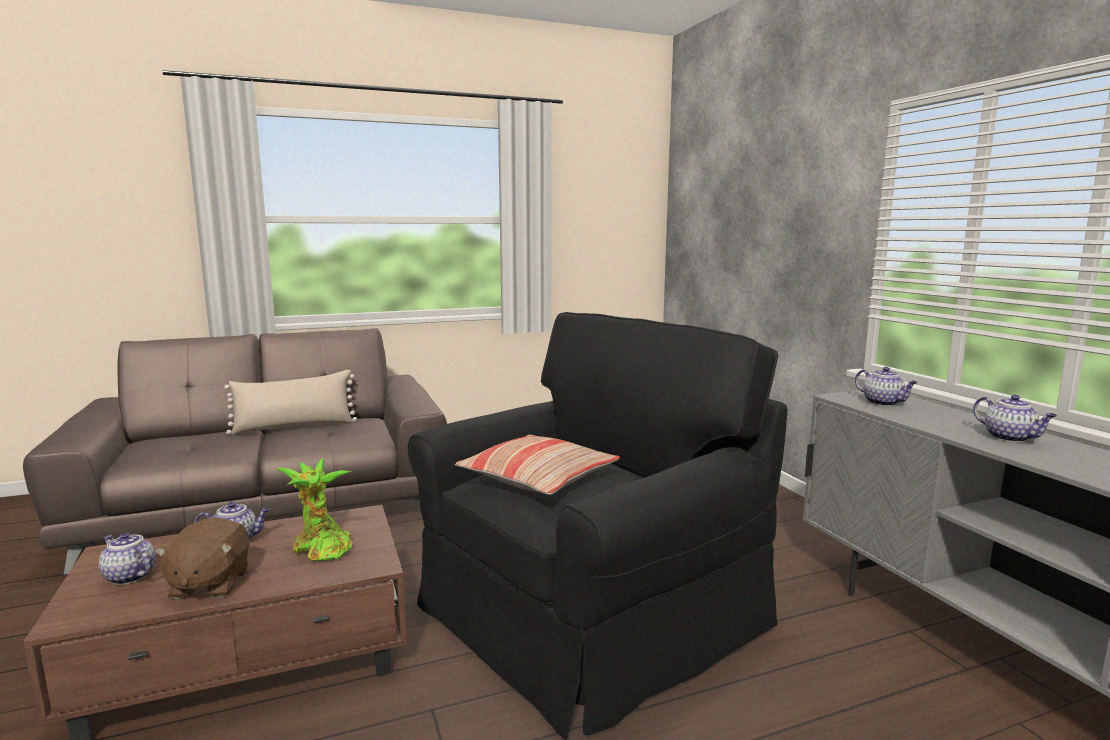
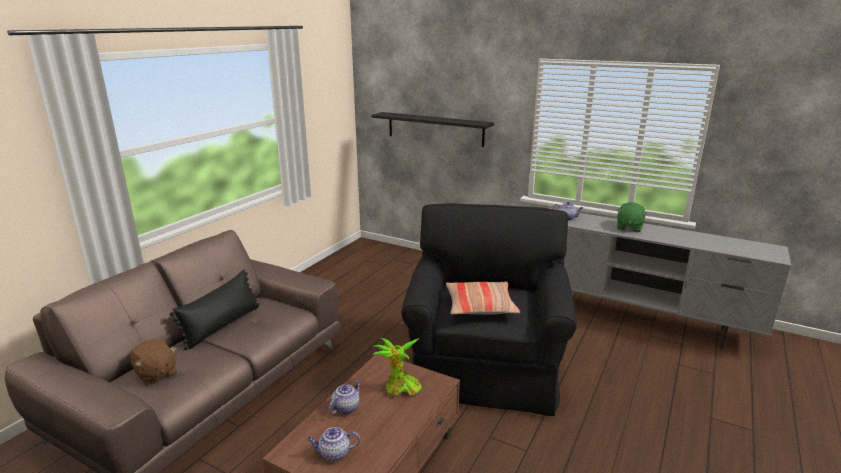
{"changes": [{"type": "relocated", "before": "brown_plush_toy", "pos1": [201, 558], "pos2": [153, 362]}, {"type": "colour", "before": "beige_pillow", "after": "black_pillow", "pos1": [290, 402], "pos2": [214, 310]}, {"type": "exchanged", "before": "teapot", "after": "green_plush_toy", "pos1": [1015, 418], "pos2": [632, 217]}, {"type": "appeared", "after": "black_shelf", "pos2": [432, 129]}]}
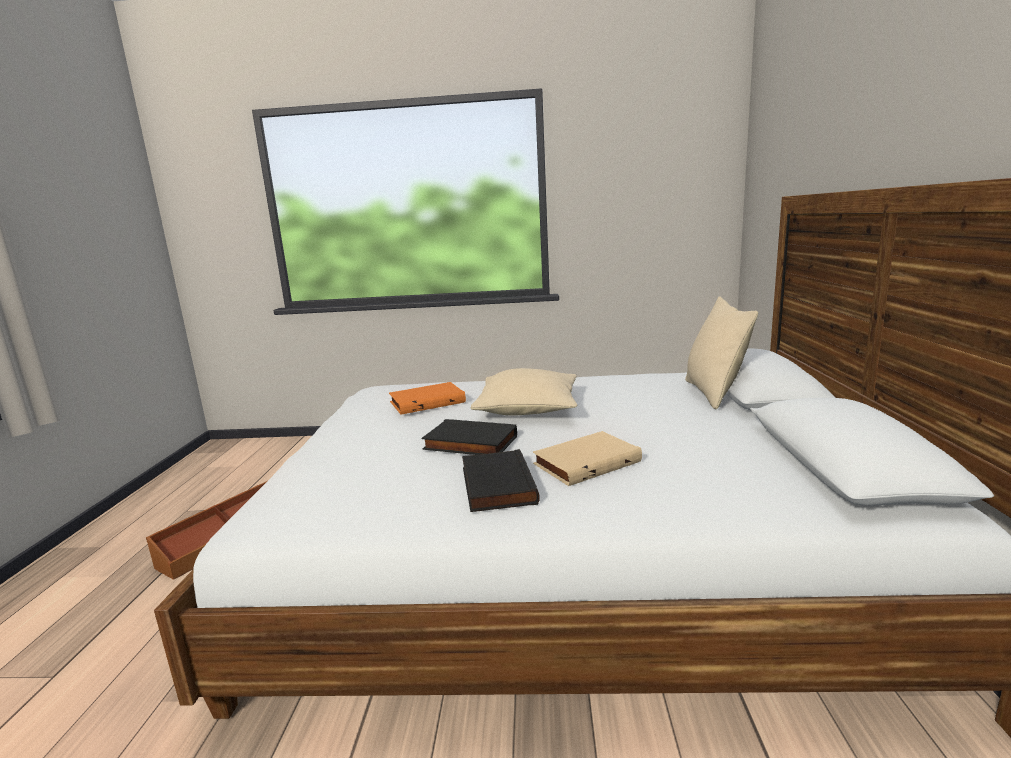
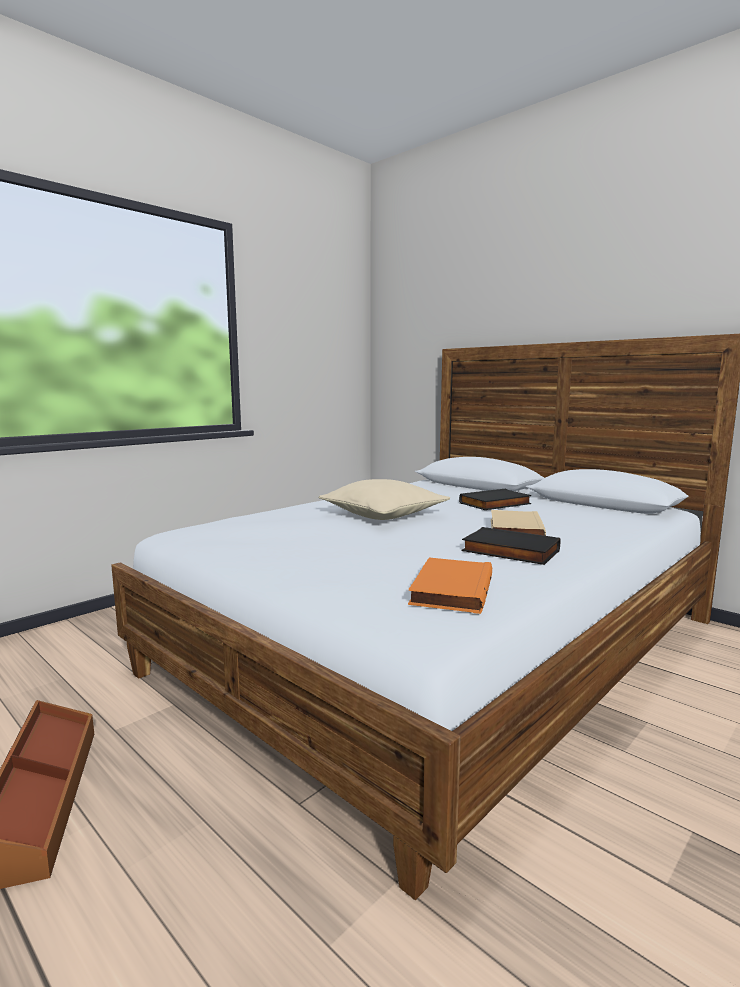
{"changes": [{"type": "relocated", "before": "orange_book", "pos1": [427, 398], "pos2": [450, 586]}, {"type": "relocated", "before": "black_book", "pos1": [469, 437], "pos2": [495, 499]}, {"type": "missing", "before": "beige_pillow", "pos1": [721, 353]}]}
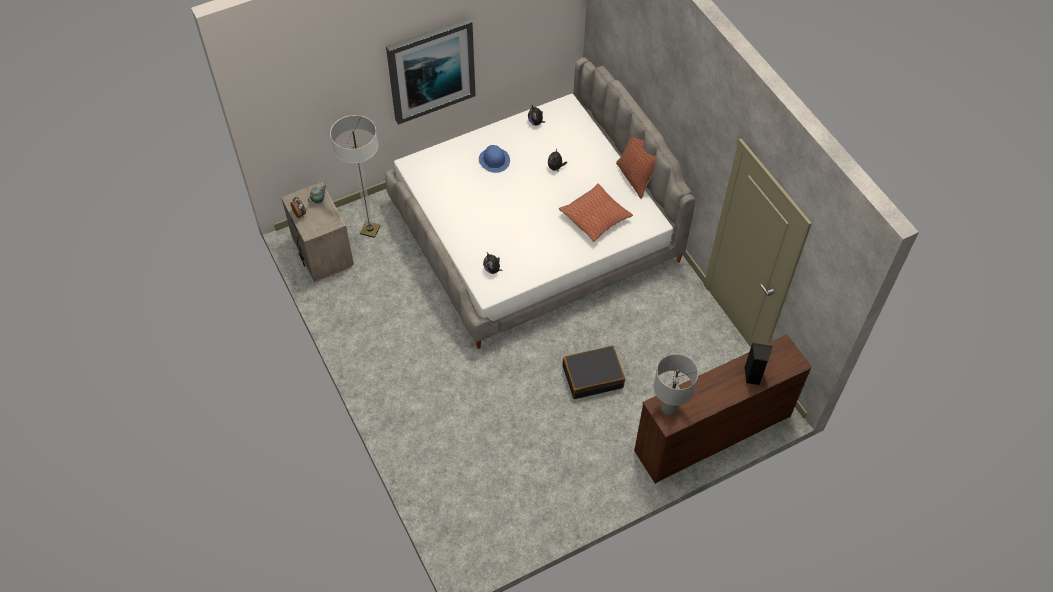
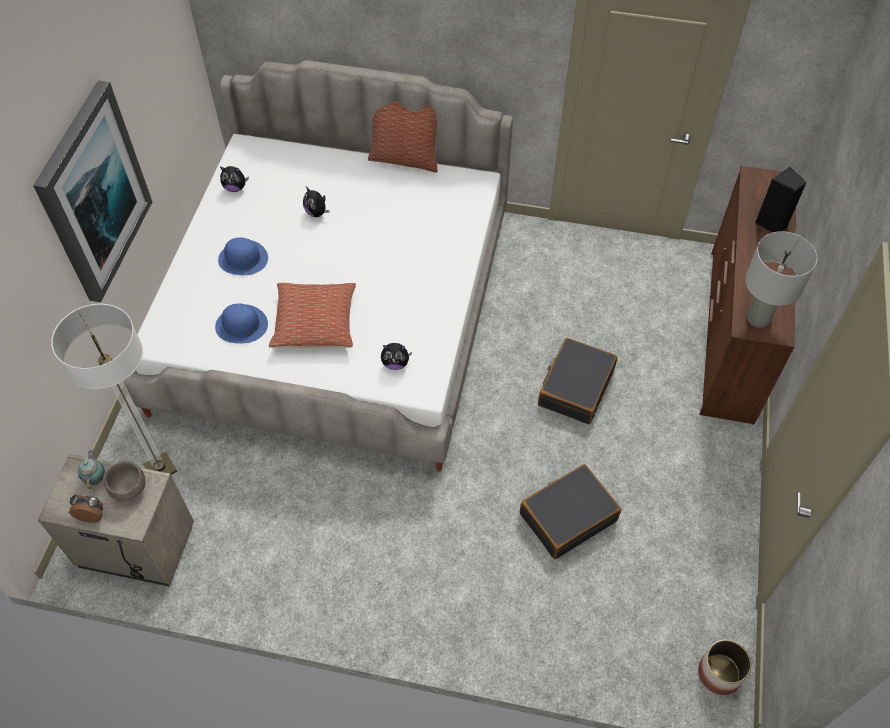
{"changes": [{"type": "relocated", "before": "pillow", "pos1": [596, 213], "pos2": [312, 315]}, {"type": "appeared", "after": "brown_bowl", "pos2": [125, 481]}, {"type": "appeared", "after": "blue_hat", "pos2": [241, 323]}, {"type": "appeared", "after": "black_suitcase", "pos2": [570, 511]}, {"type": "appeared", "after": "planter", "pos2": [725, 667]}]}
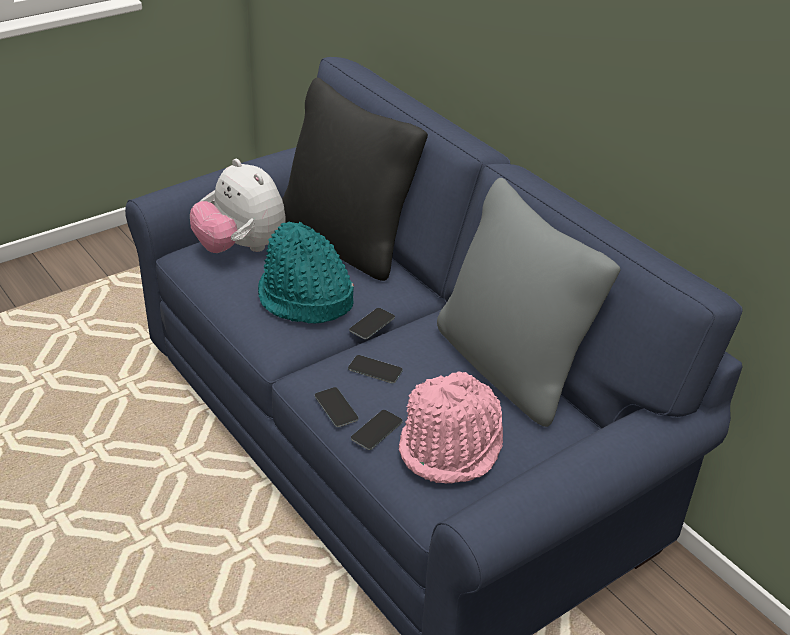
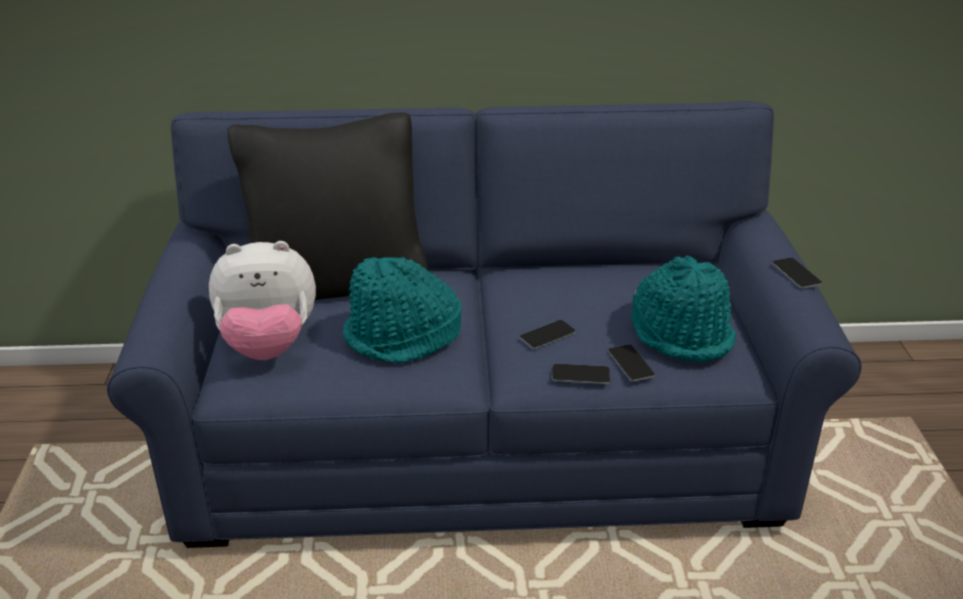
{"changes": [{"type": "relocated", "before": "phone", "pos1": [372, 323], "pos2": [797, 273]}, {"type": "colour", "before": "pink_hat", "after": "turquoise_hat", "pos1": [451, 427], "pos2": [683, 308]}, {"type": "missing", "before": "grey_pillow", "pos1": [529, 302]}]}
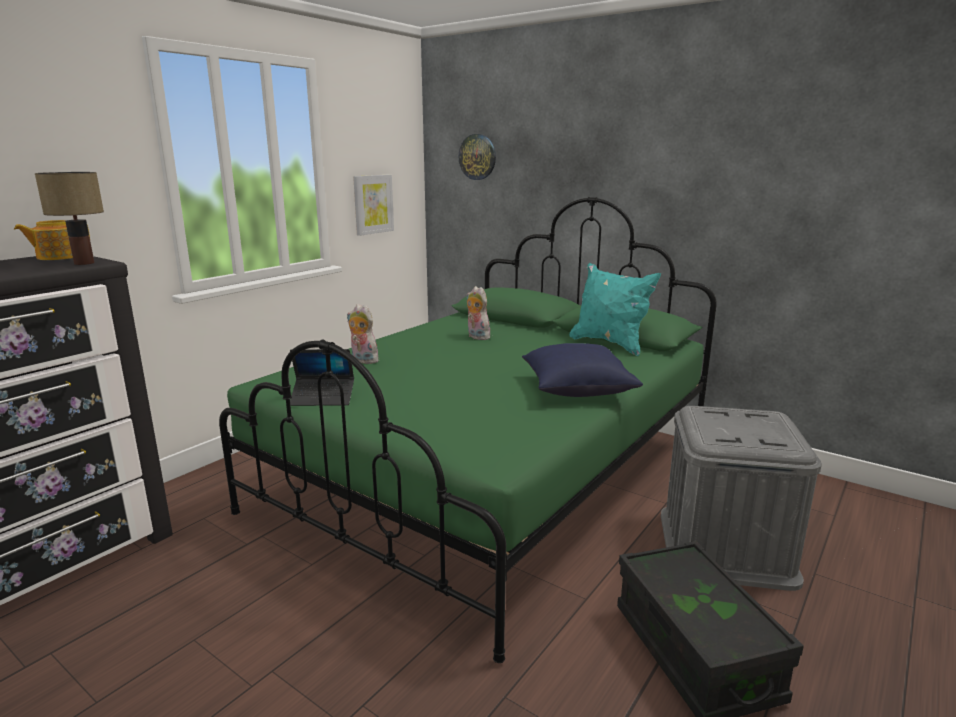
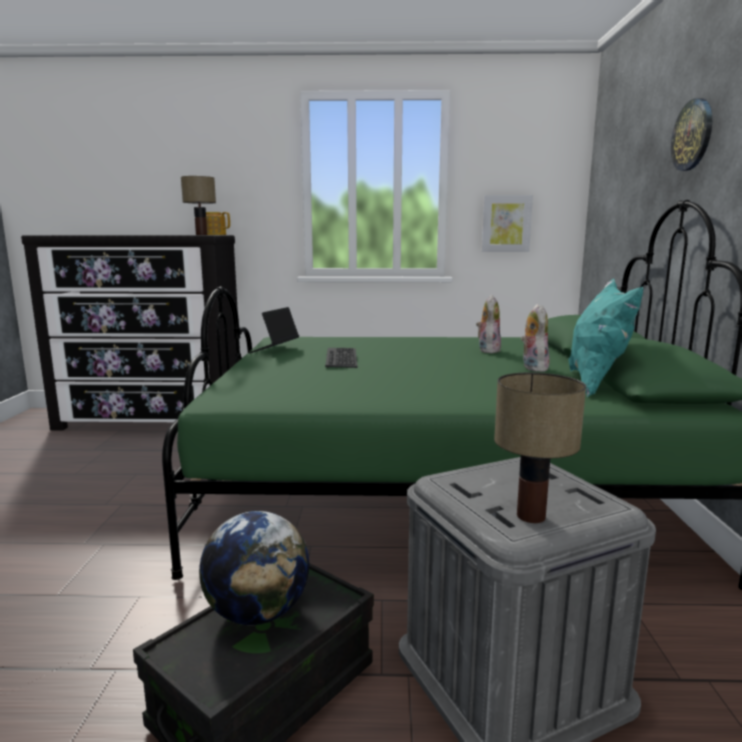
{"changes": [{"type": "spun", "before": "laptop", "pos1": [322, 377], "pos2": [273, 330], "turn": 60}, {"type": "relocated", "before": "plush_toy", "pos1": [363, 334], "pos2": [535, 338]}, {"type": "relocated", "before": "wall_clock", "pos1": [477, 157], "pos2": [691, 134]}, {"type": "missing", "before": "blue_pillow", "pos1": [582, 370]}, {"type": "appeared", "after": "globe", "pos2": [254, 568]}, {"type": "appeared", "after": "keyboard", "pos2": [341, 358]}, {"type": "appeared", "after": "table_lamp", "pos2": [540, 447]}]}
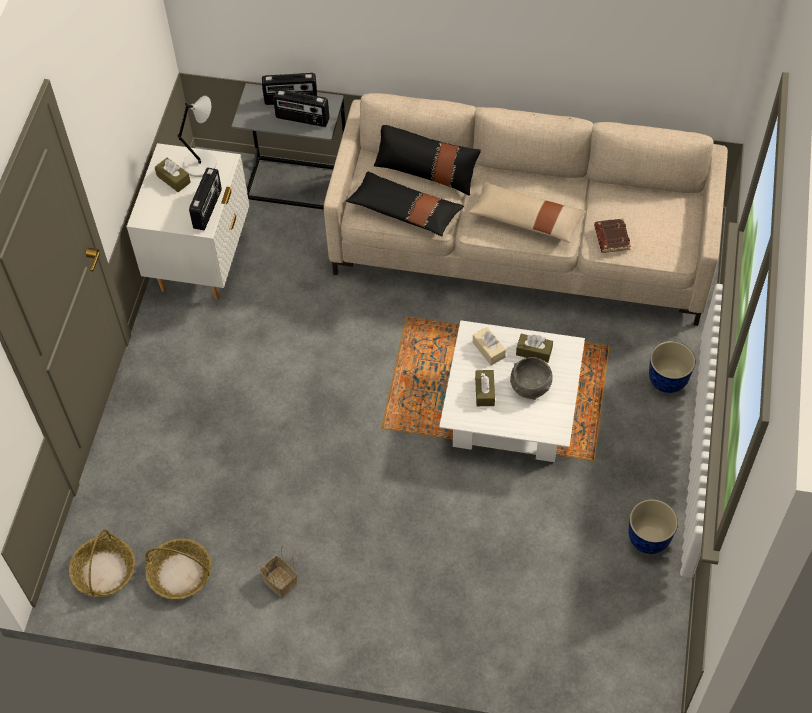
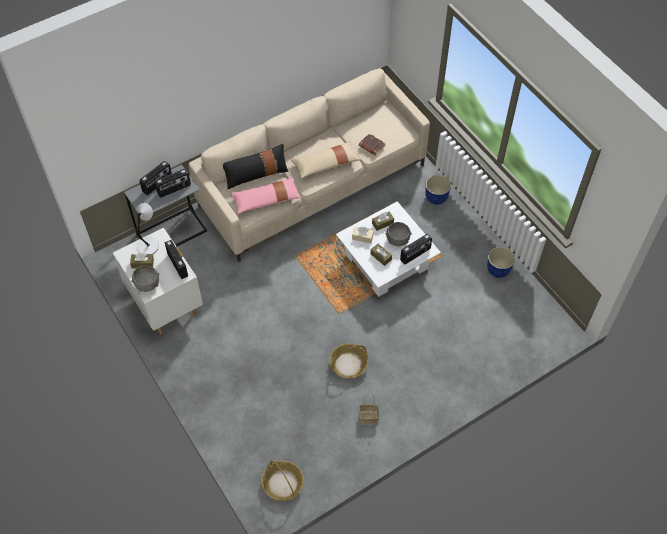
{"changes": [{"type": "relocated", "before": "basket", "pos1": [178, 568], "pos2": [348, 360]}, {"type": "colour", "before": "black_pillow", "after": "pink_pillow", "pos1": [405, 203], "pos2": [266, 195]}, {"type": "appeared", "after": "grey_bowl", "pos2": [145, 278]}, {"type": "appeared", "after": "radio", "pos2": [416, 249]}]}
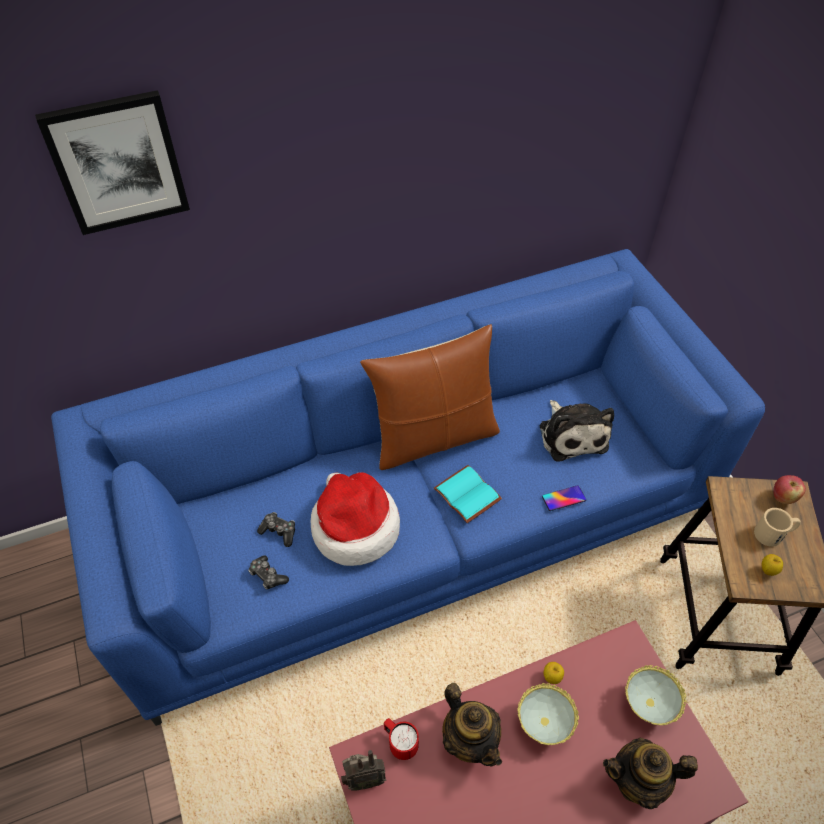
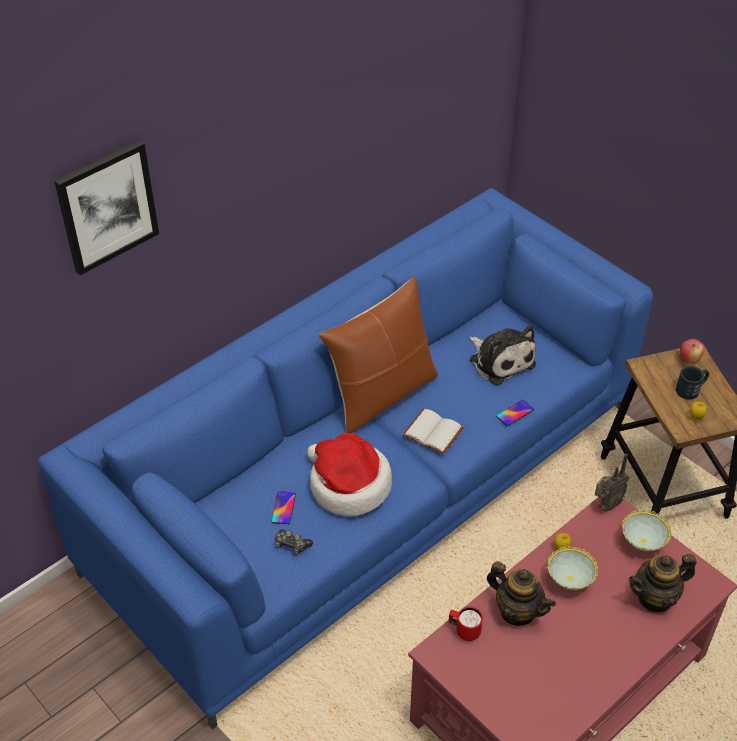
{"changes": [{"type": "exchanged", "before": "game_controller", "after": "phone", "pos1": [276, 529], "pos2": [283, 507]}, {"type": "relocated", "before": "radio", "pos1": [363, 770], "pos2": [612, 483]}, {"type": "colour", "before": "turquoise_book", "after": "white_book", "pos1": [468, 494], "pos2": [433, 431]}, {"type": "colour", "before": "beige_mug", "after": "black_mug", "pos1": [777, 527], "pos2": [692, 382]}]}
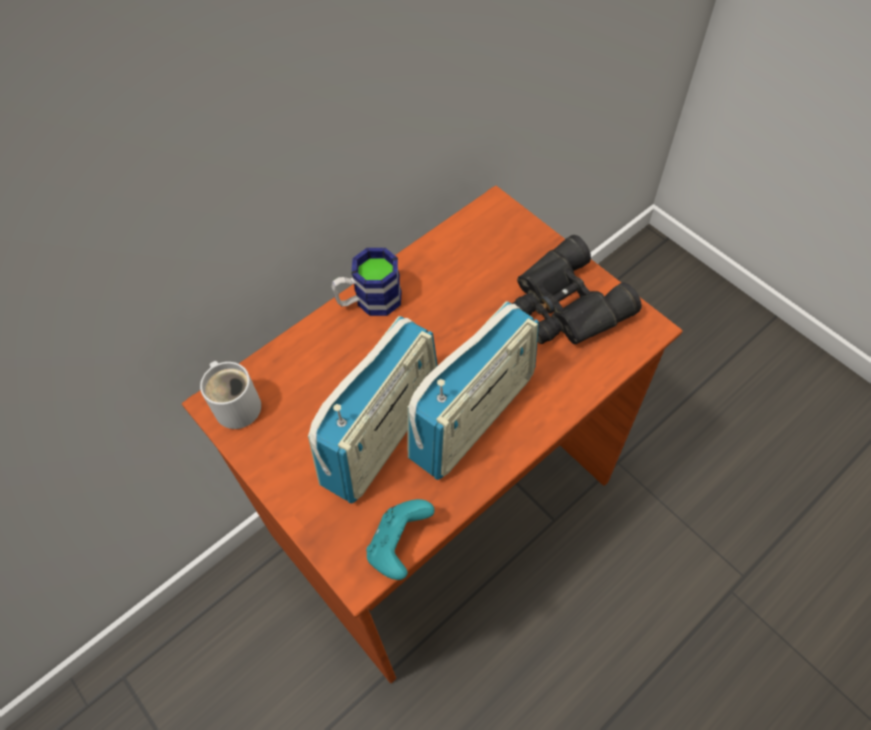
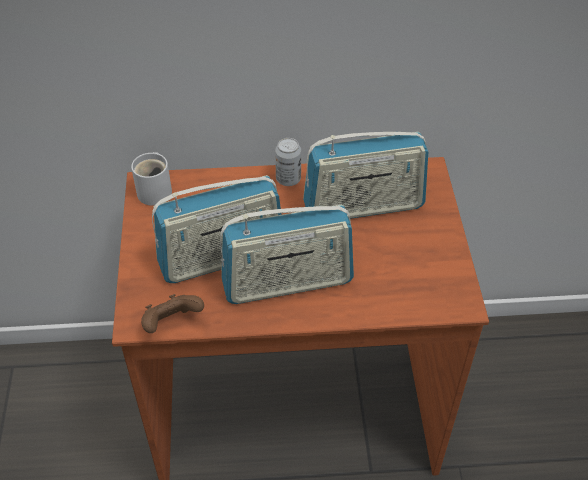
{"changes": [{"type": "exchanged", "before": "mug", "after": "can", "pos1": [367, 282], "pos2": [288, 162]}, {"type": "colour", "before": "turquoise_game_controller", "after": "brown_game_controller", "pos1": [400, 539], "pos2": [172, 313]}, {"type": "missing", "before": "black_binoculars", "pos1": [577, 289]}, {"type": "appeared", "after": "radio", "pos2": [365, 175]}]}
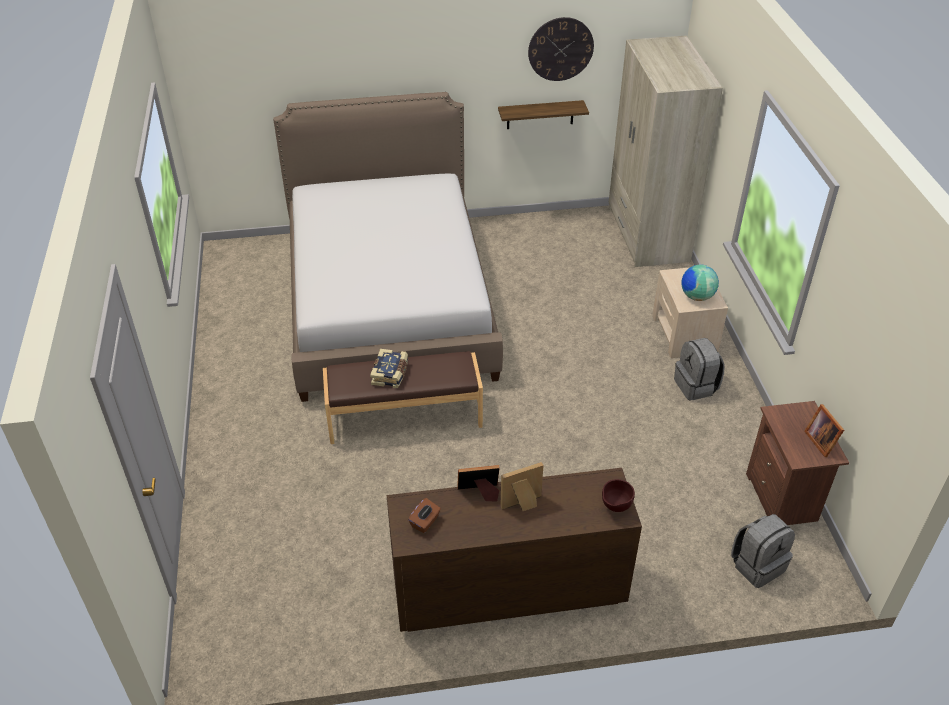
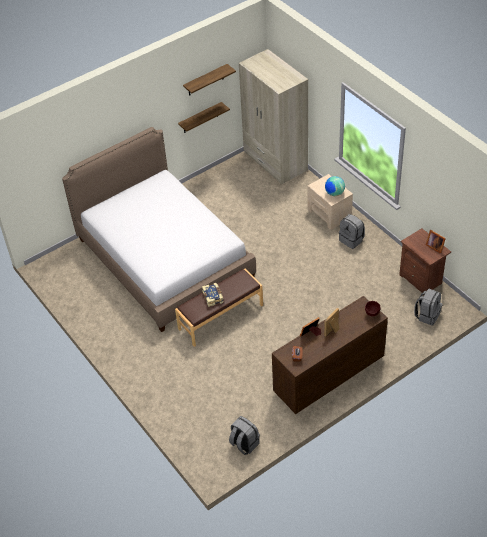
{"changes": [{"type": "exchanged", "before": "wall_clock", "after": "shelf", "pos1": [561, 49], "pos2": [209, 80]}, {"type": "appeared", "after": "grey_backpack", "pos2": [244, 435]}]}
